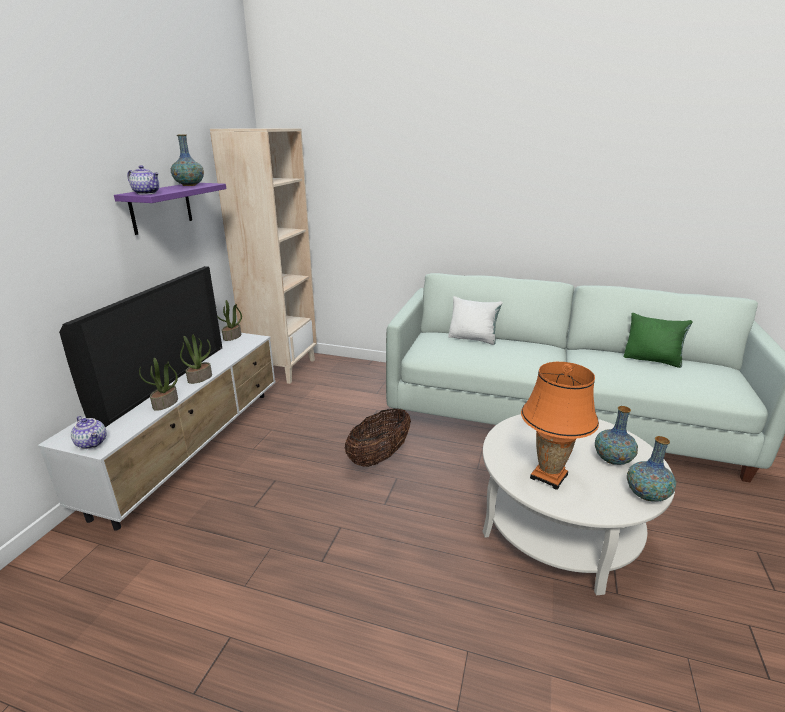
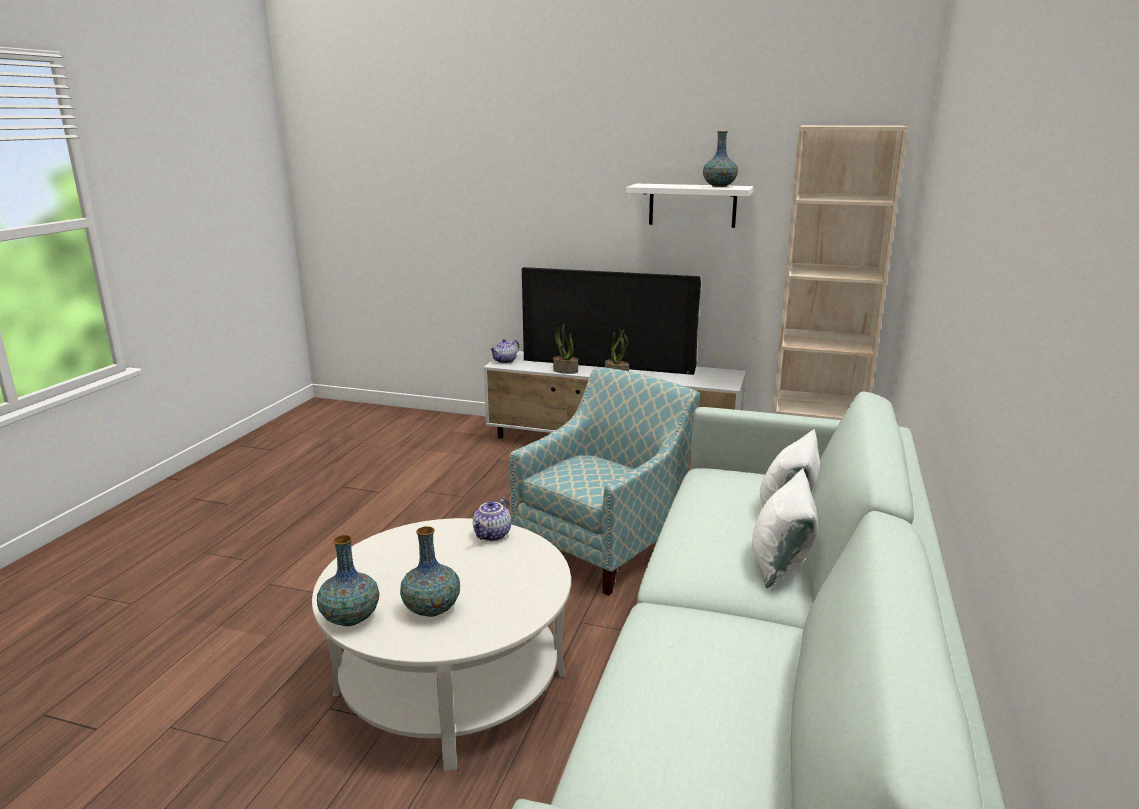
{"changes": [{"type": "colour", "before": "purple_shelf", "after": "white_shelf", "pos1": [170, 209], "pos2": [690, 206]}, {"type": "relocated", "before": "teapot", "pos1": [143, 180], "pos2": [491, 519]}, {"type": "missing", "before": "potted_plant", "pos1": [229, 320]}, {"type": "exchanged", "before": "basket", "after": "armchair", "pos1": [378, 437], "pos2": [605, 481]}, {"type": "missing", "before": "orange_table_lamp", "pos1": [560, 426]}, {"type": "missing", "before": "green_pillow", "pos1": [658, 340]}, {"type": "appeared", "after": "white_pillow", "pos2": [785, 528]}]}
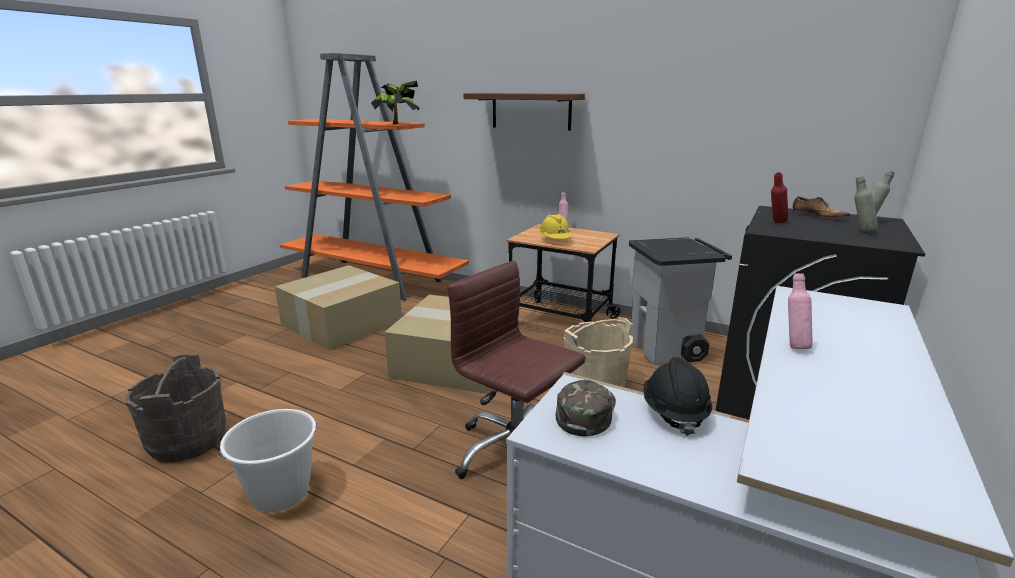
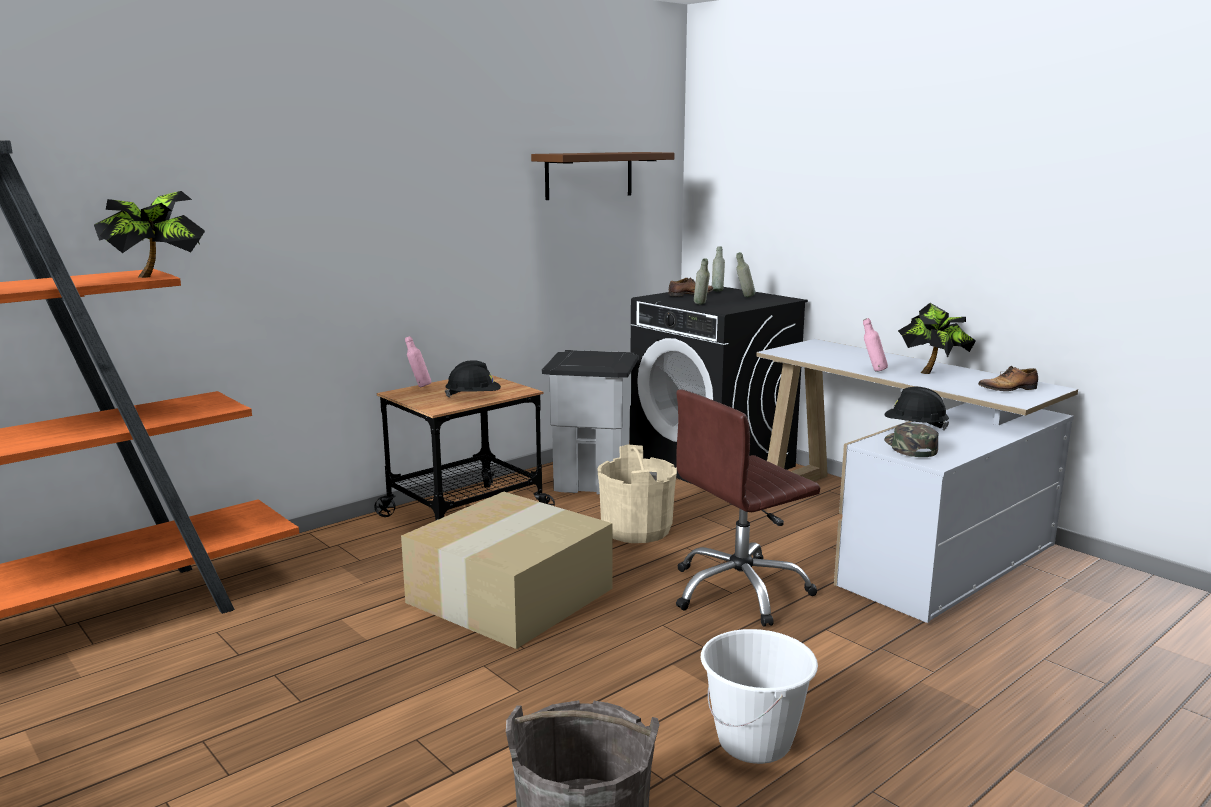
{"changes": [{"type": "missing", "before": "cardboard_box", "pos1": [338, 307]}, {"type": "relocated", "before": "brown_shelf", "pos1": [524, 112], "pos2": [602, 176]}, {"type": "colour", "before": "yellow_hard_hat", "after": "black_hard_hat", "pos1": [555, 226], "pos2": [473, 379]}, {"type": "spun", "before": "green_cap", "pos1": [586, 408], "pos2": [911, 440], "turn": 45}, {"type": "colour", "before": "red_bottle", "after": "grey_bottle", "pos1": [779, 197], "pos2": [702, 281]}, {"type": "appeared", "after": "potted_plant", "pos2": [937, 338]}, {"type": "appeared", "after": "shoe", "pos2": [1008, 378]}]}
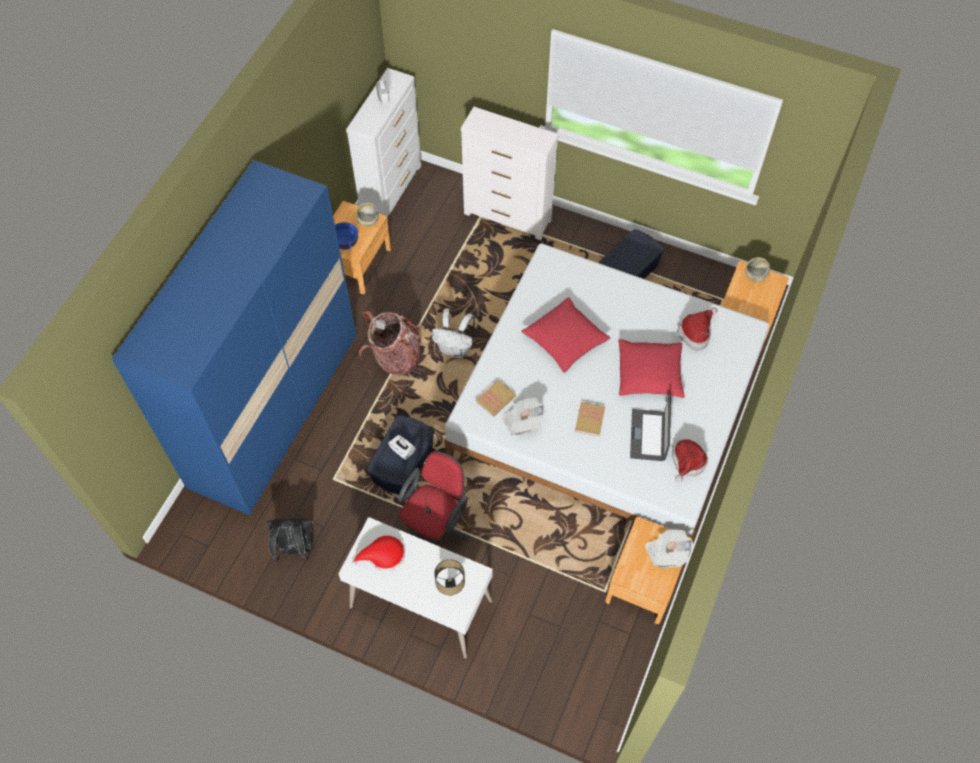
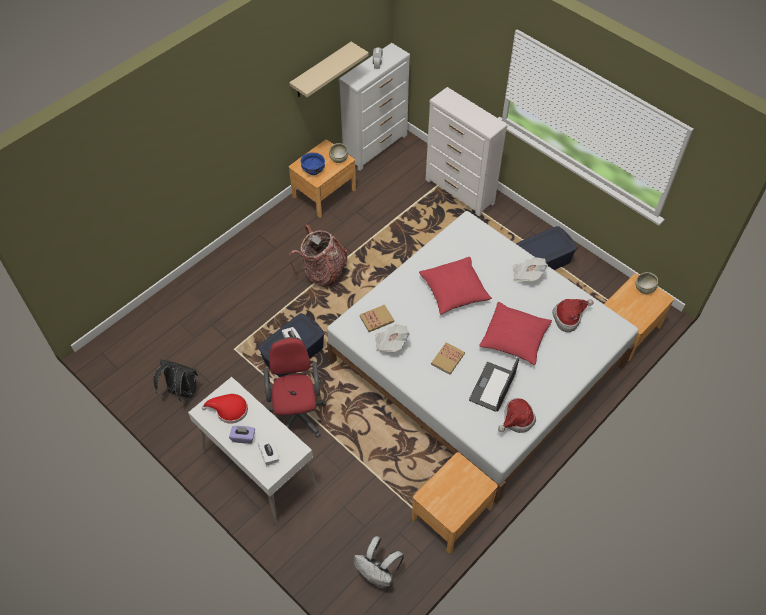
{"changes": [{"type": "missing", "before": "blue_wardrobe", "pos1": [234, 337]}, {"type": "spun", "before": "red_office_chair", "pos1": [433, 498], "pos2": [294, 387], "turn": -60}, {"type": "relocated", "before": "white_backpack", "pos1": [453, 333], "pos2": [379, 562]}, {"type": "exchanged", "before": "table_lamp", "after": "white_tissue_box", "pos1": [449, 577], "pos2": [268, 452]}, {"type": "relocated", "before": "newspaper", "pos1": [669, 548], "pos2": [530, 269]}, {"type": "appeared", "after": "purple_tissue_box", "pos2": [242, 435]}, {"type": "appeared", "after": "beige_shelf", "pos2": [329, 69]}]}
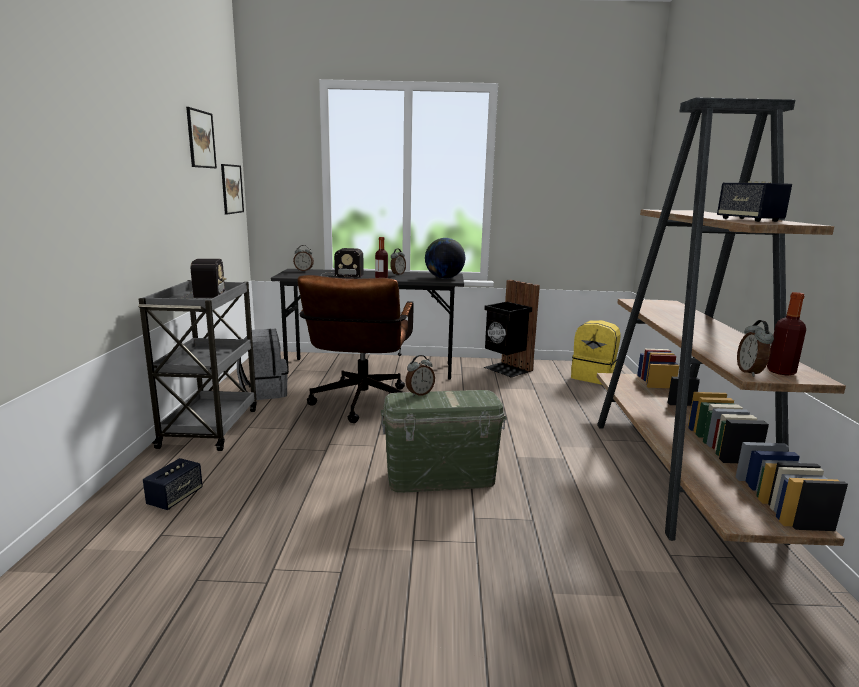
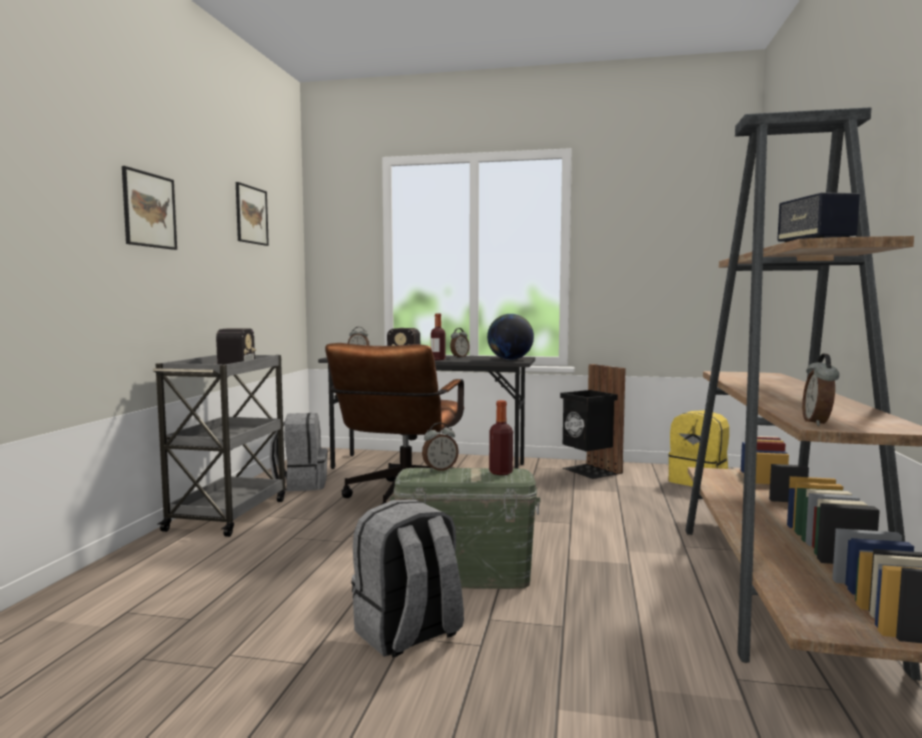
{"changes": [{"type": "missing", "before": "speaker", "pos1": [173, 484]}, {"type": "relocated", "before": "picture", "pos1": [232, 189], "pos2": [149, 208]}, {"type": "relocated", "before": "bottle", "pos1": [786, 334], "pos2": [501, 437]}, {"type": "appeared", "after": "grey_backpack", "pos2": [407, 578]}]}
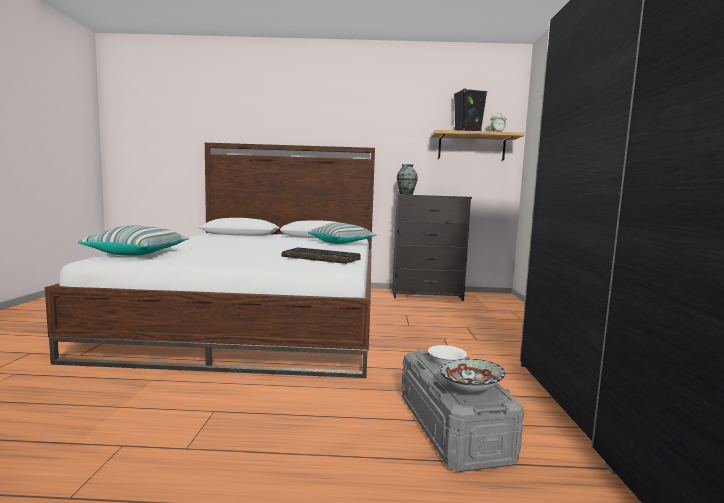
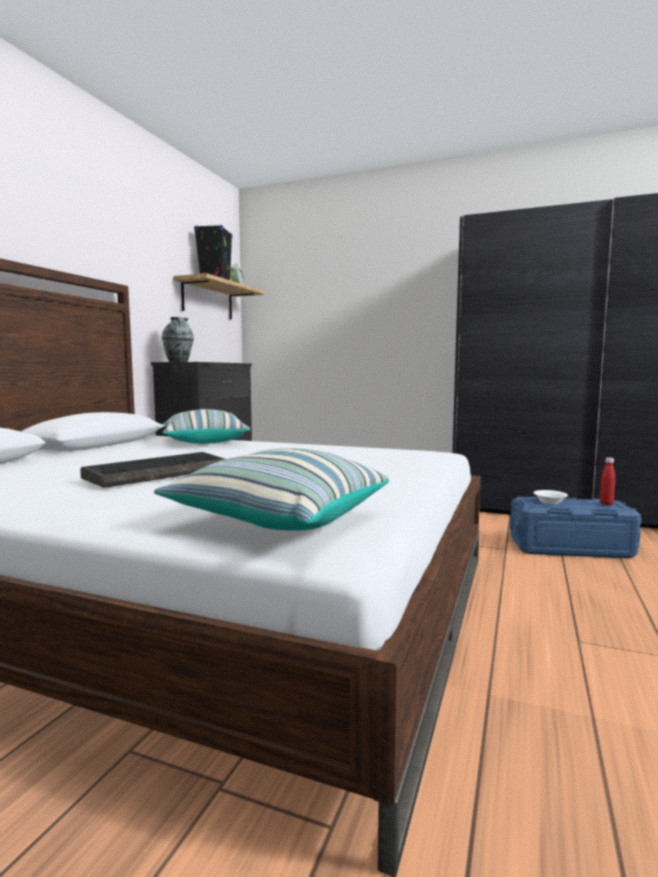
{"changes": [{"type": "relocated", "before": "keyboard", "pos1": [321, 255], "pos2": [152, 470]}, {"type": "colour", "before": "grey_storage_box", "after": "blue_storage_box", "pos1": [463, 411], "pos2": [576, 527]}, {"type": "exchanged", "before": "bowl", "after": "red_bottle", "pos1": [472, 375], "pos2": [607, 481]}]}
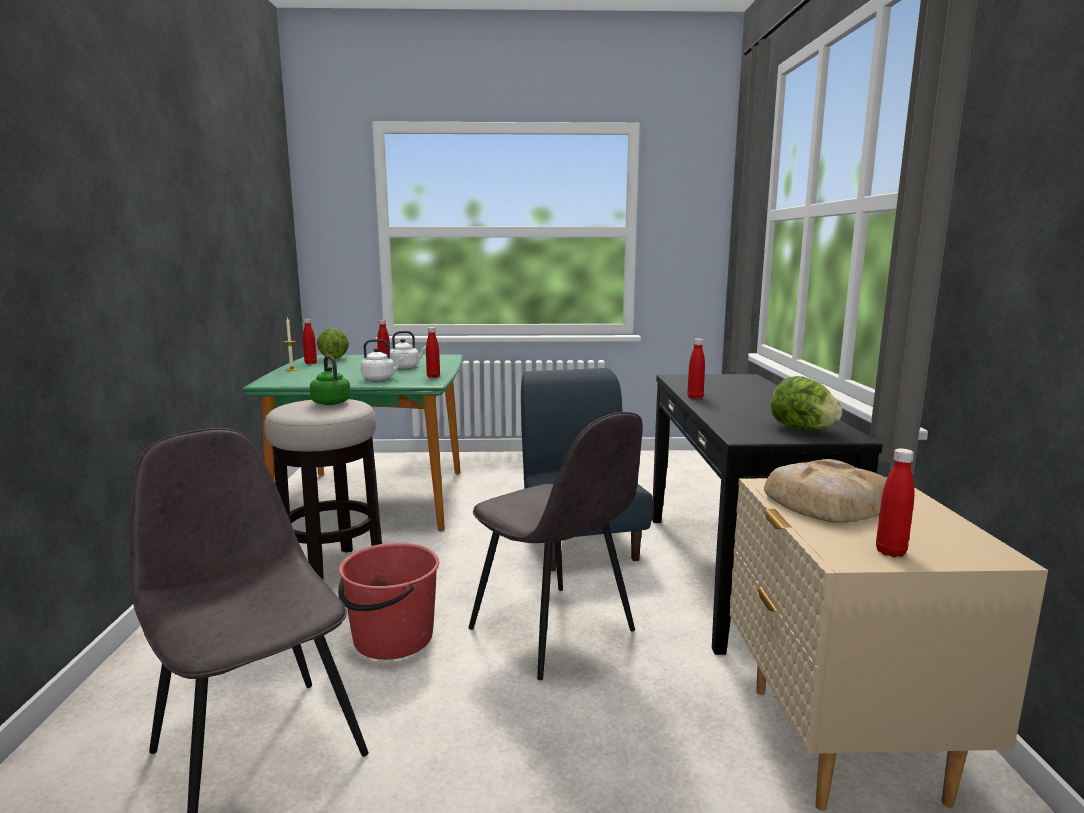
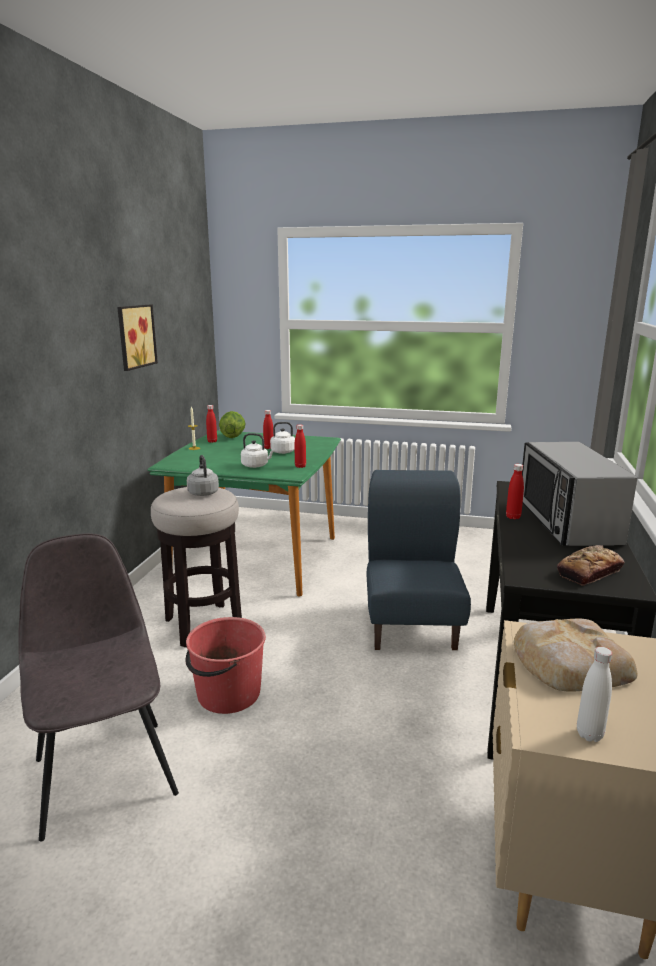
{"changes": [{"type": "colour", "before": "green_kettle", "after": "grey_kettle", "pos1": [330, 380], "pos2": [203, 475]}, {"type": "missing", "before": "grey_chair", "pos1": [556, 546]}, {"type": "exchanged", "before": "lettuce", "after": "bread", "pos1": [807, 403], "pos2": [590, 565]}, {"type": "colour", "before": "red_bottle", "after": "white_bottle", "pos1": [895, 502], "pos2": [594, 694]}, {"type": "appeared", "after": "picture", "pos2": [137, 338]}, {"type": "appeared", "after": "microwave", "pos2": [579, 494]}]}
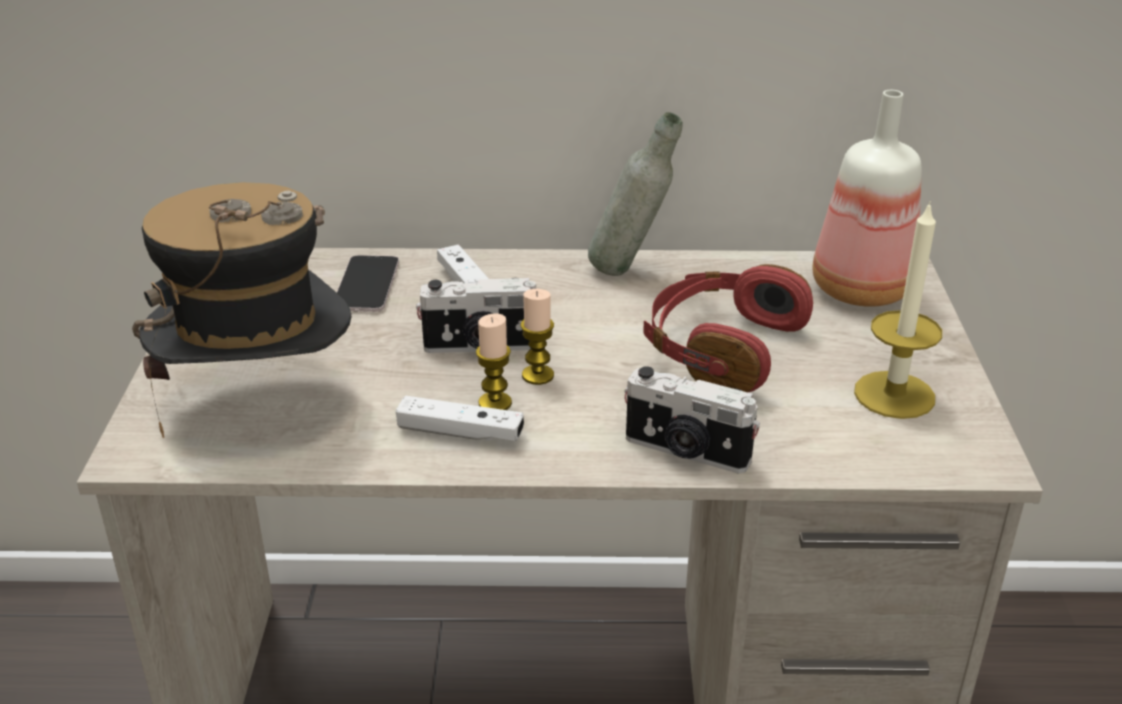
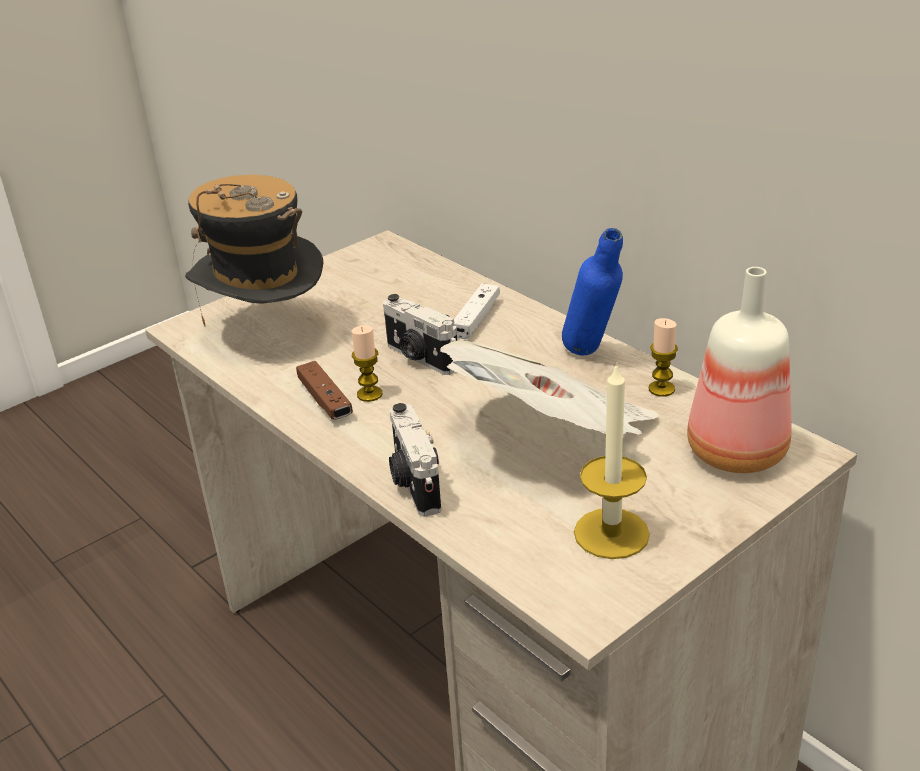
{"changes": [{"type": "missing", "before": "phone", "pos1": [368, 283]}, {"type": "colour", "before": "white_game_controller", "after": "brown_game_controller", "pos1": [459, 418], "pos2": [324, 390]}, {"type": "relocated", "before": "candle", "pos1": [537, 337], "pos2": [663, 357]}, {"type": "colour", "before": "grey_bottle", "after": "blue_bottle", "pos1": [635, 194], "pos2": [592, 291]}, {"type": "exchanged", "before": "red_headphones", "after": "newspaper", "pos1": [728, 328], "pos2": [549, 389]}]}
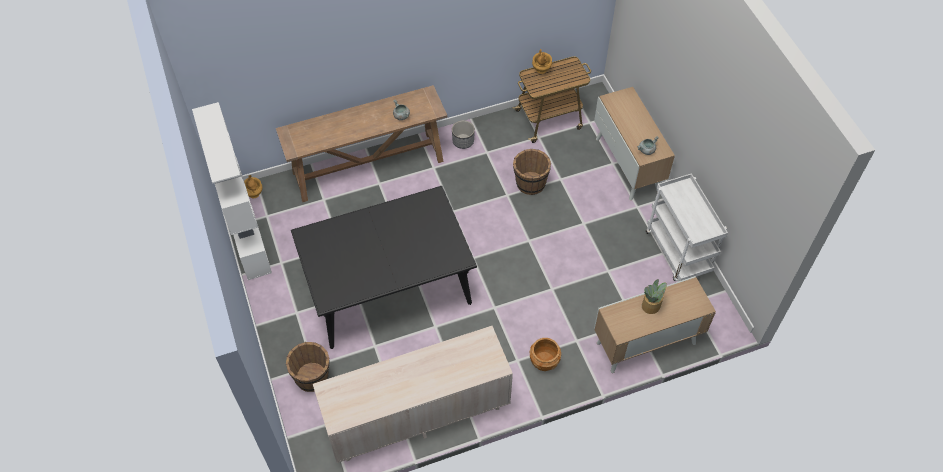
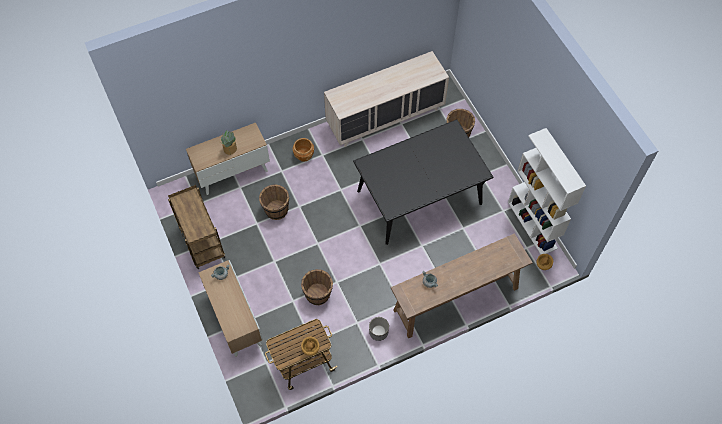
{"changes": [{"type": "colour", "before": "white_cart", "after": "brown_cart", "pos1": [687, 227], "pos2": [196, 227]}, {"type": "appeared", "after": "brown_bucket", "pos2": [274, 202]}]}
